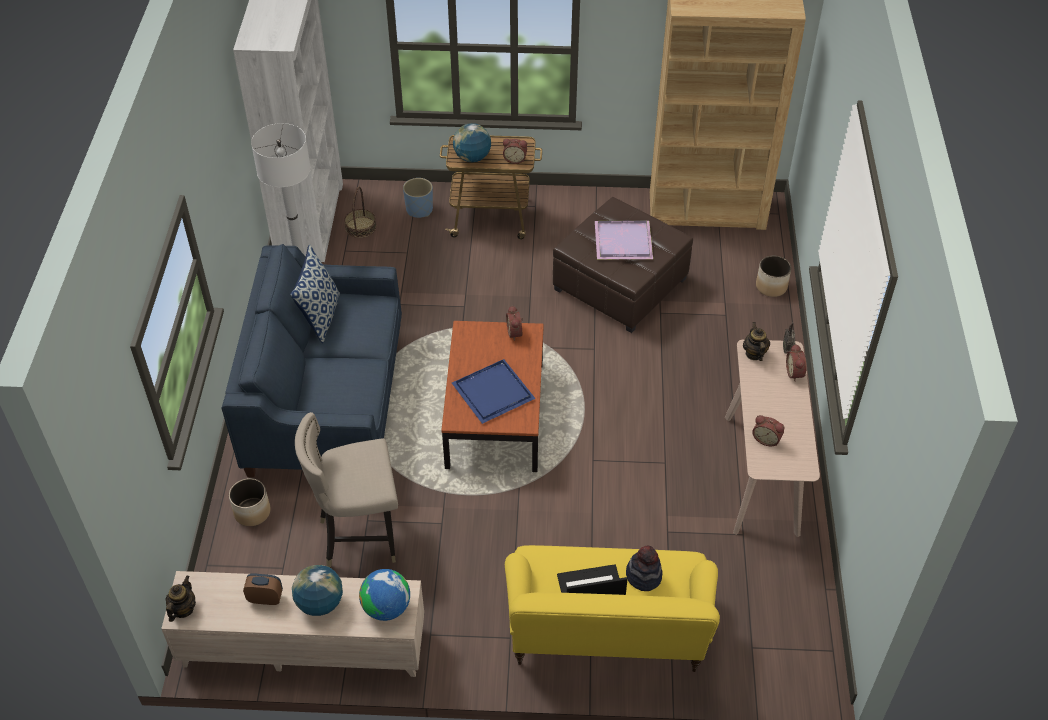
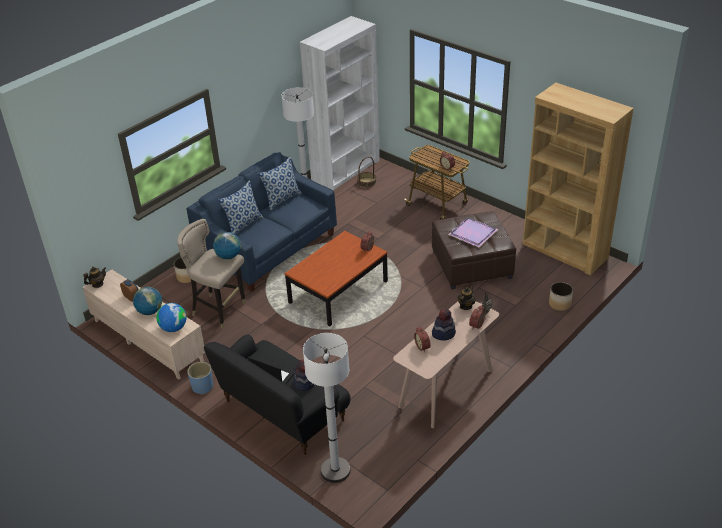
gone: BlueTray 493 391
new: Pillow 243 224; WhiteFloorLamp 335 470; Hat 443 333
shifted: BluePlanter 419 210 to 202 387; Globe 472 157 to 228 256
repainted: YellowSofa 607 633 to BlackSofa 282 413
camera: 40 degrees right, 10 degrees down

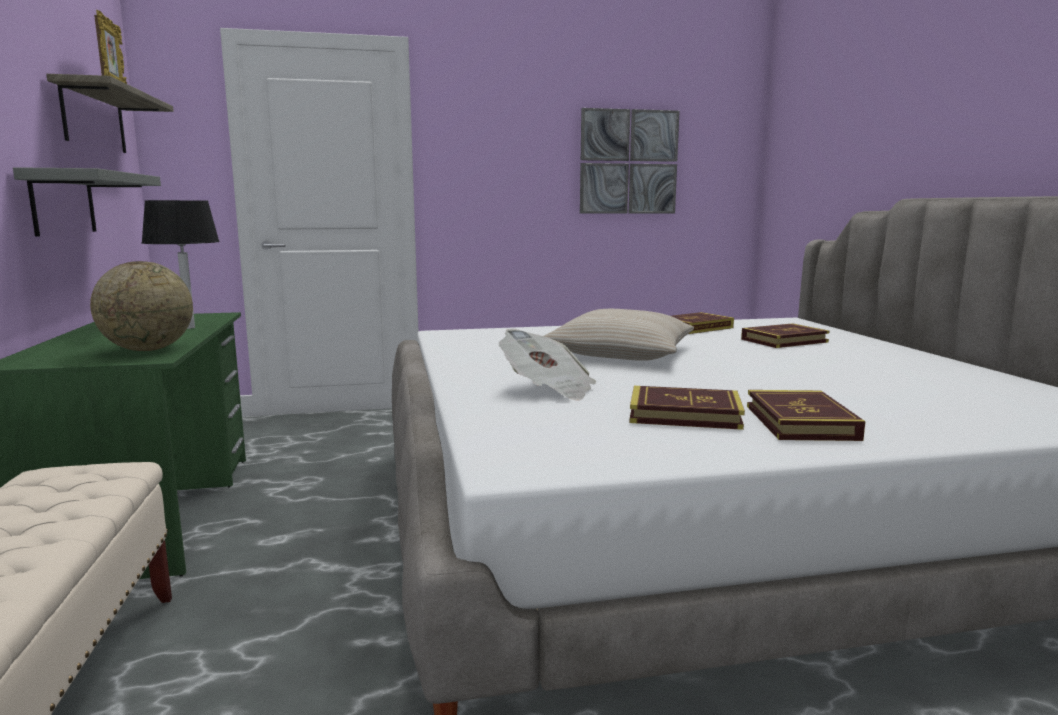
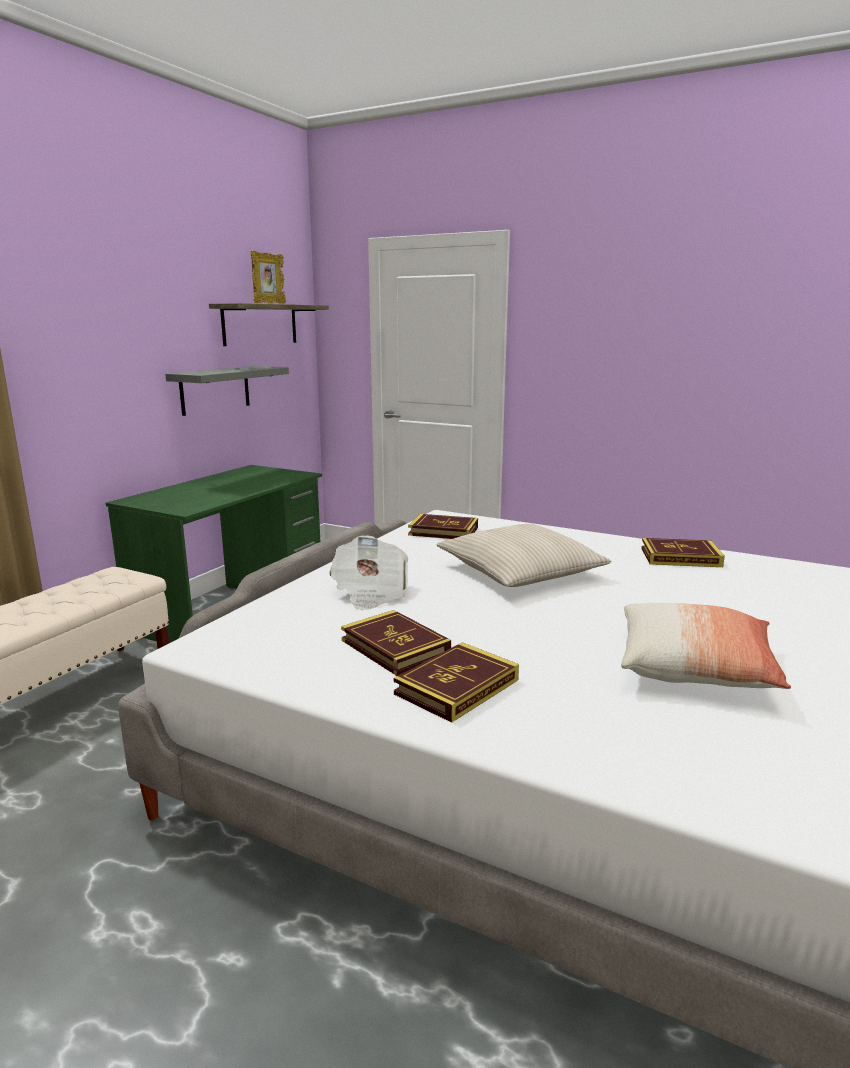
gone: Globe 148 350; BlackTableLamp 190 328; Picture 628 162
new: Pillow 695 668
shifted: Book 784 340 to 443 531
camera: 40 degrees right, 5 degrees up

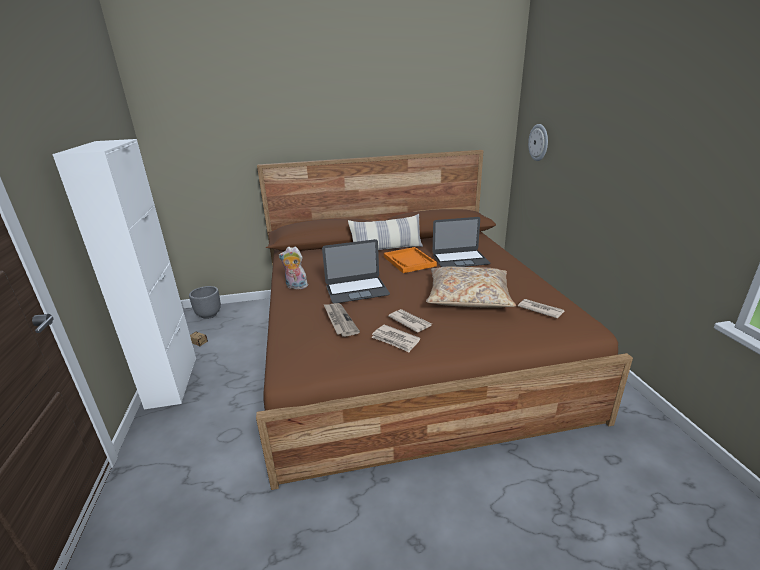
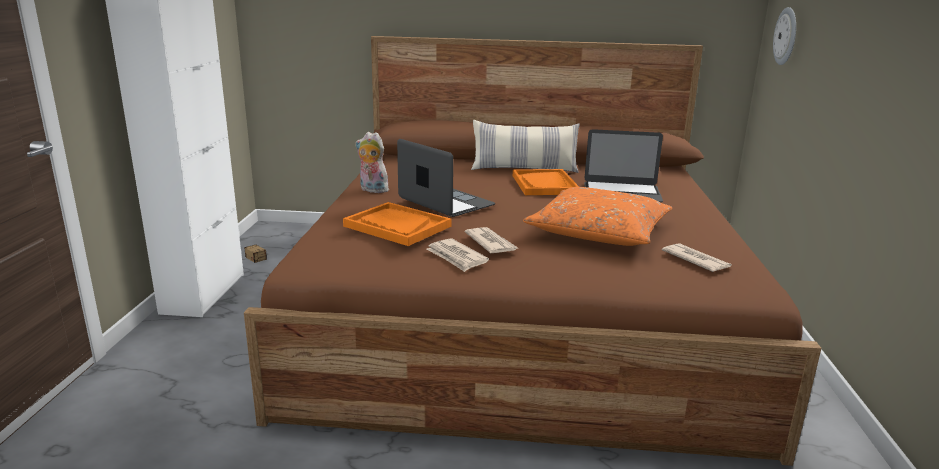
gone: GreyPlanter 209 315
swapped: Newspaper 339 320 to OrangeTray 397 226
repainted: BeigePillow 468 297 to OrangePillow 598 232
rotated: Laptop 357 290 = 445 202 135 degrees counterclockwise
camera: 15 degrees right, 5 degrees down

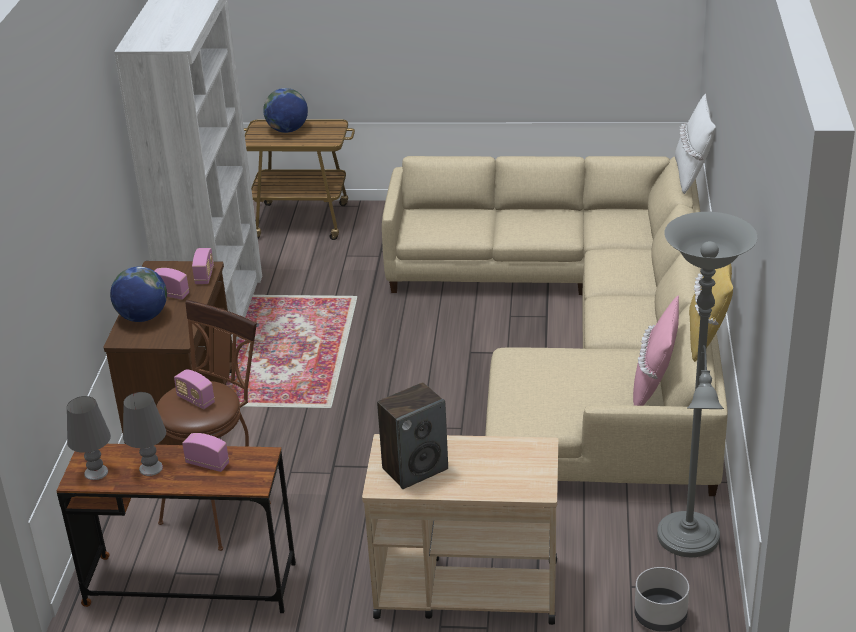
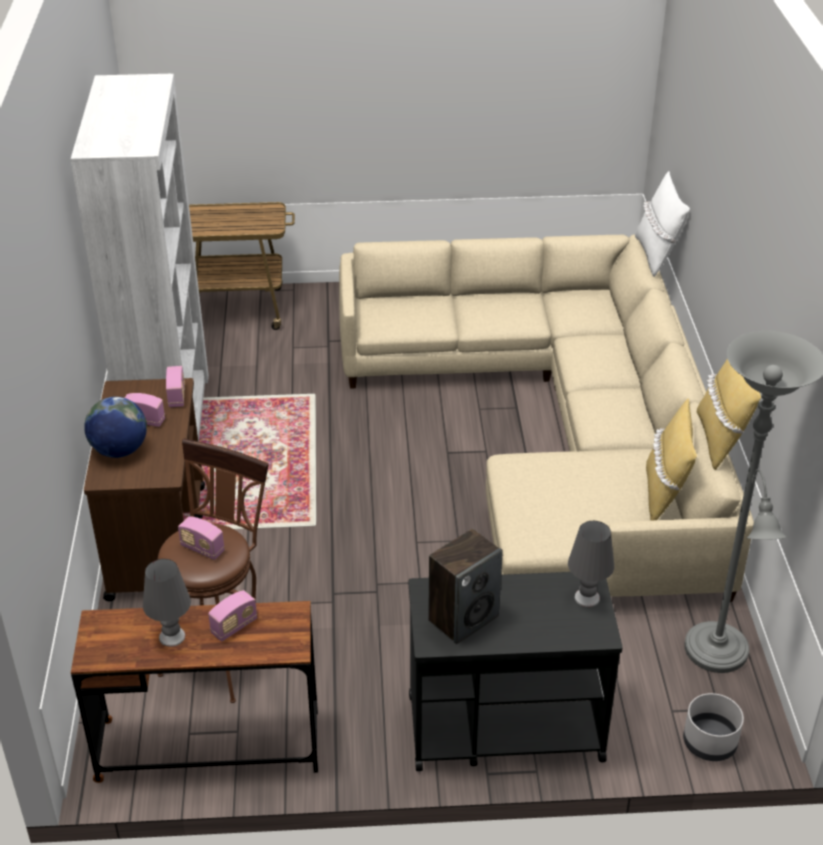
gone: Globe 287 130
shifted: GreyTableLamp 96 472 to 586 597
repainted: BeigeCart 465 588 to BlackCart 503 727; PinkPillow 654 387 to YellowPillow 664 493
rotated: Radio 207 463 = 234 627 120 degrees clockwise
camera: 10 degrees left, 5 degrees up

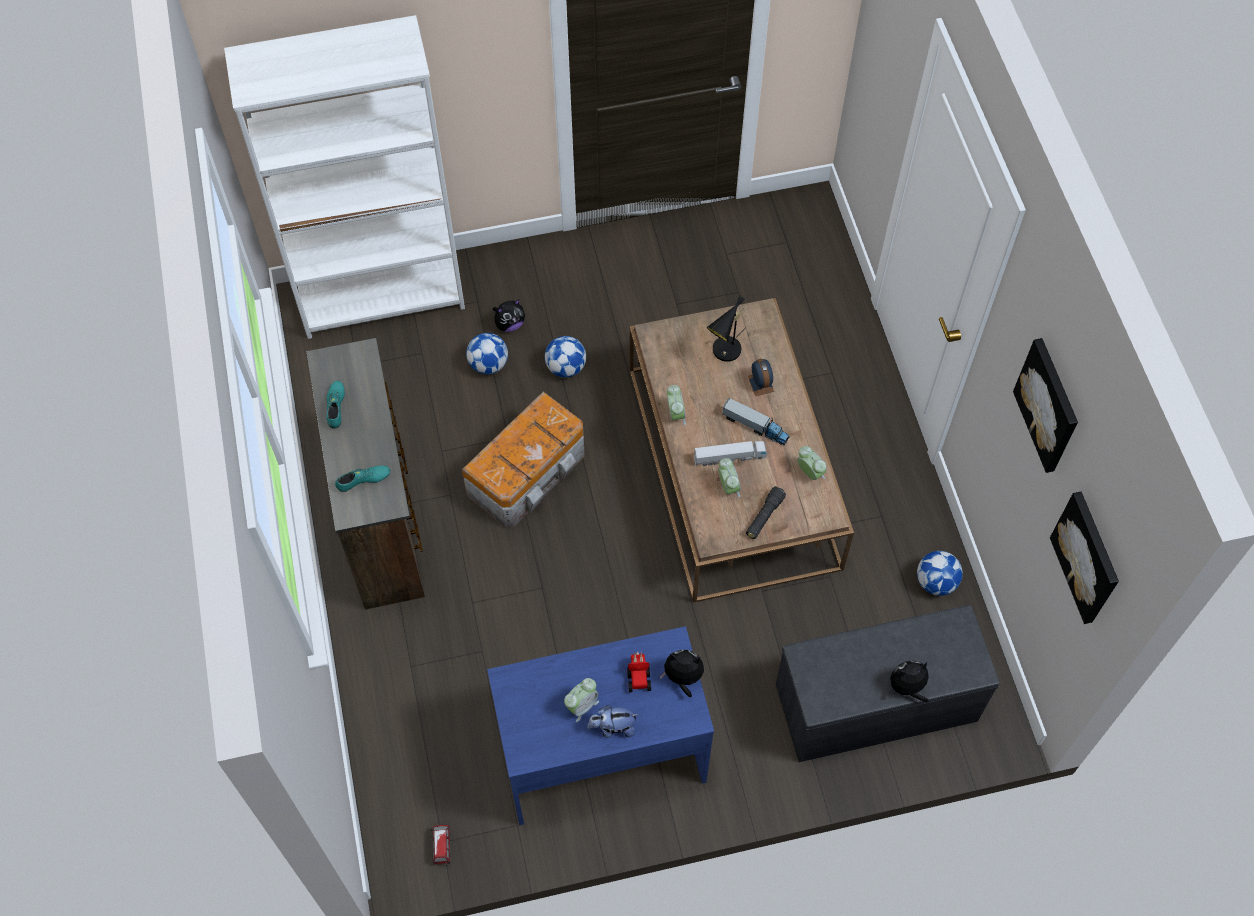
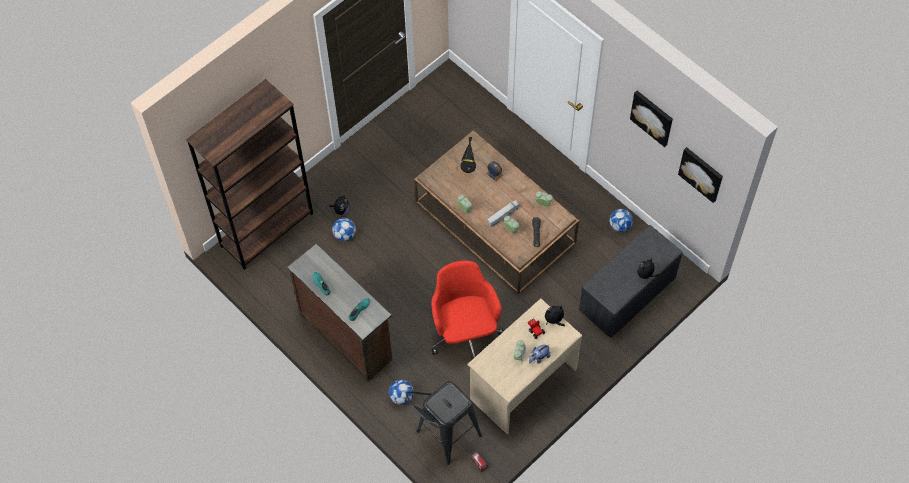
gone: StorageBox 529 473; ToyTruck 755 426
new: BlackStool 443 438; RedOfficeChair 464 332
shifted: Football 566 367 to 401 396
repainted: WhiteBookcase 382 297 to BrownBookcase 267 229; BlueDesk 601 754 to BeigeDesk 522 383
camera: 30 degrees left, 0 degrees up

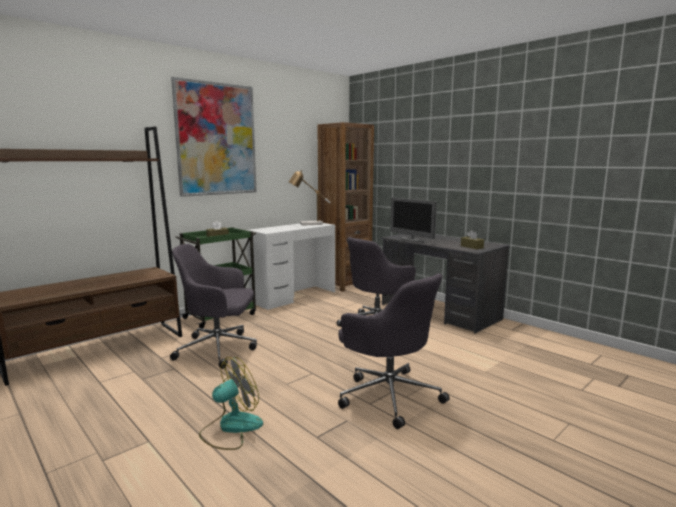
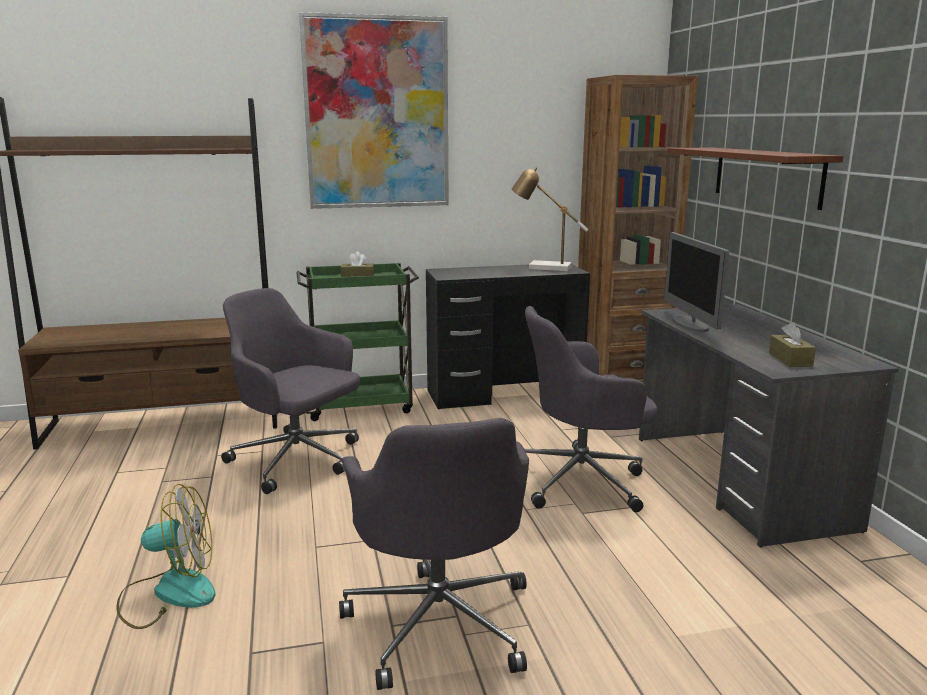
new: BrownShelf 766 175
repainted: WhiteDesk 294 297 to BlackDesk 504 393
camera: 30 degrees right, 5 degrees up

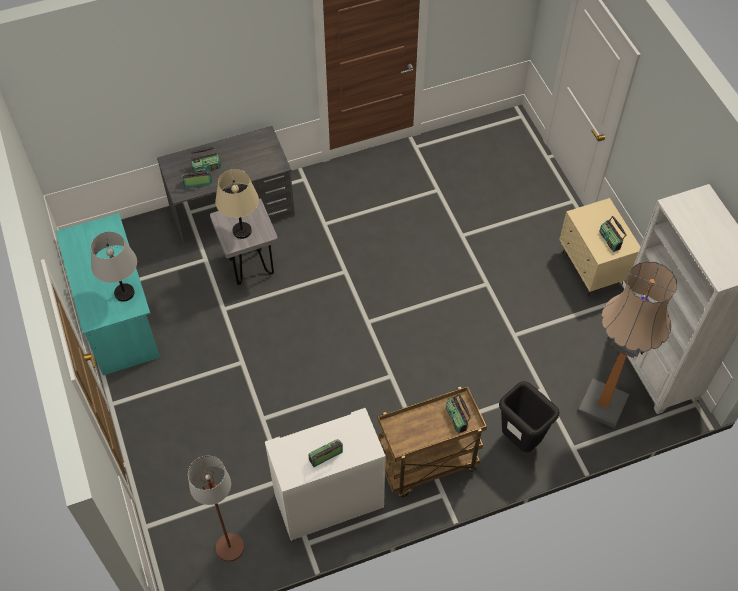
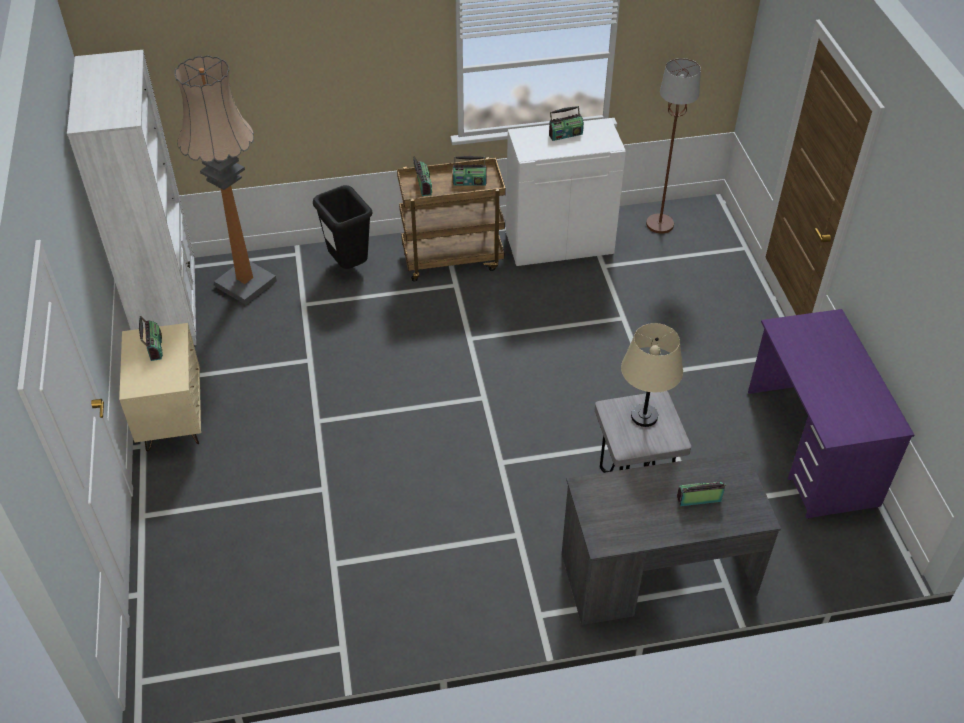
gone: GreyTableLamp 124 293
shifted: Radio 198 183 to 469 181
repainted: TurquoiseDesk 117 316 to PurpleDesk 811 447
camera: 170 degrees left, 10 degrees down

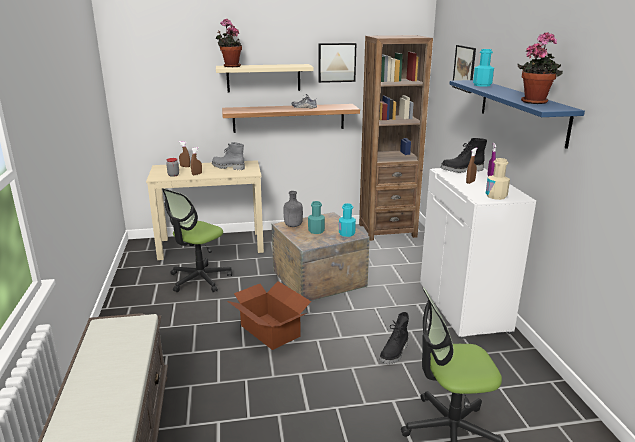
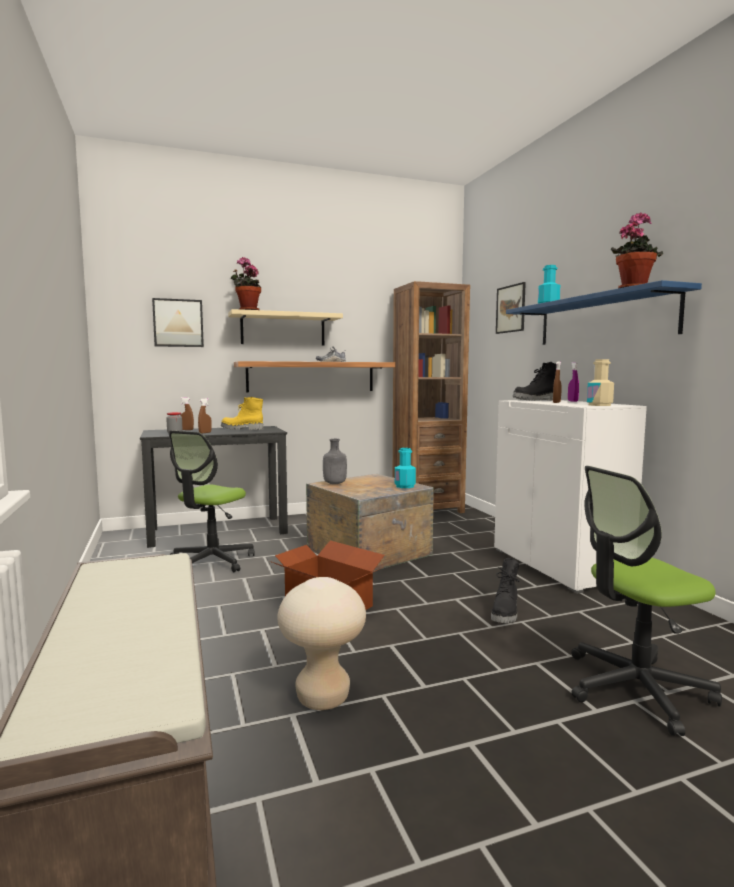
gone: TurquoiseBottle 316 231
new: BeigeStool 323 698
shifted: Picture 336 62 to 178 323
repainted: BeigeDesk 212 245 to BlackDesk 218 531; GreyBoot 227 167 to YellowBoot 241 429
camera: 10 degrees left, 15 degrees down

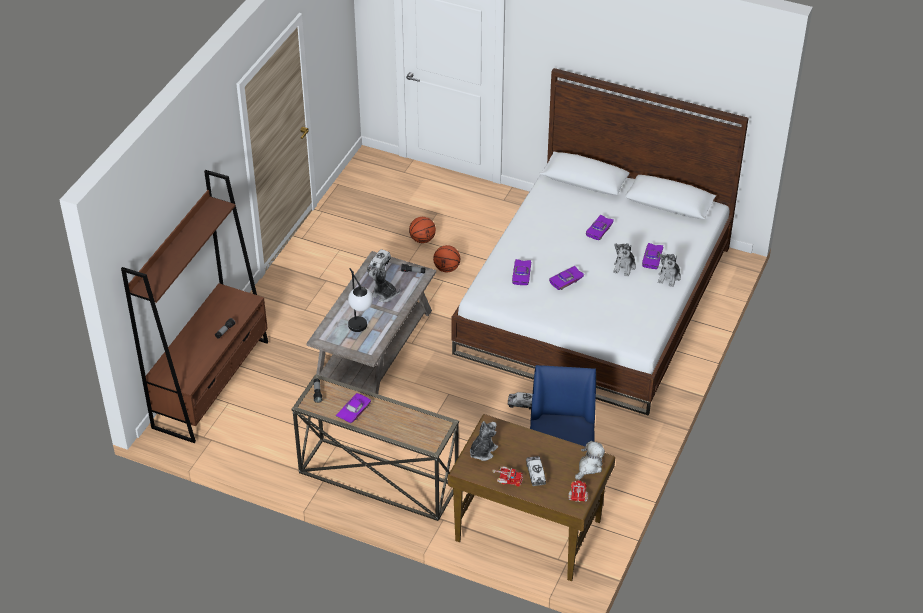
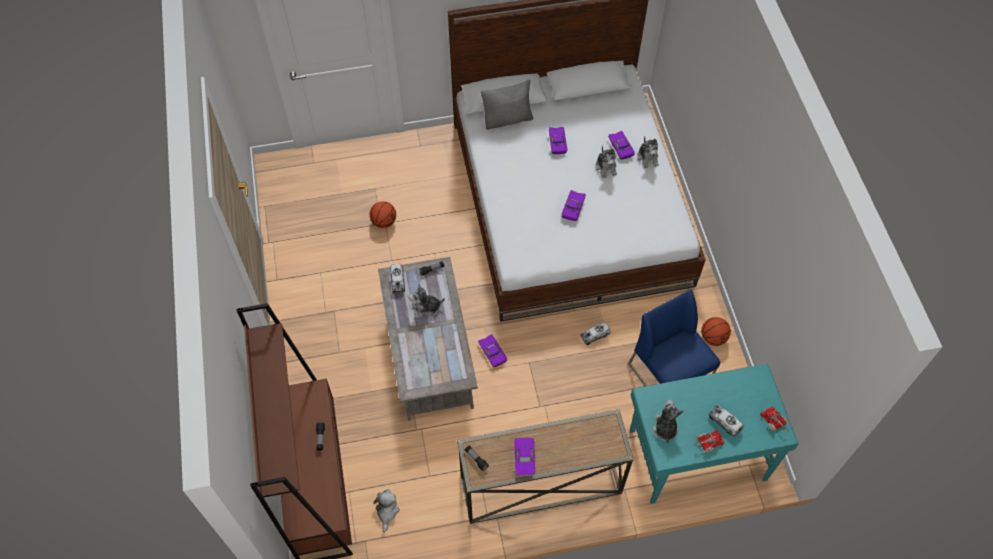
gone: TableLamp 360 330
new: GreyPillow 508 119
shifted: Basketball 447 268 to 713 337; PurpleToyCar 522 275 to 493 352; PlushToy 589 466 to 387 511
repainted: BrownDesk 528 529 to TurquoiseDesk 696 454
camera: 35 degrees left, 15 degrees up

